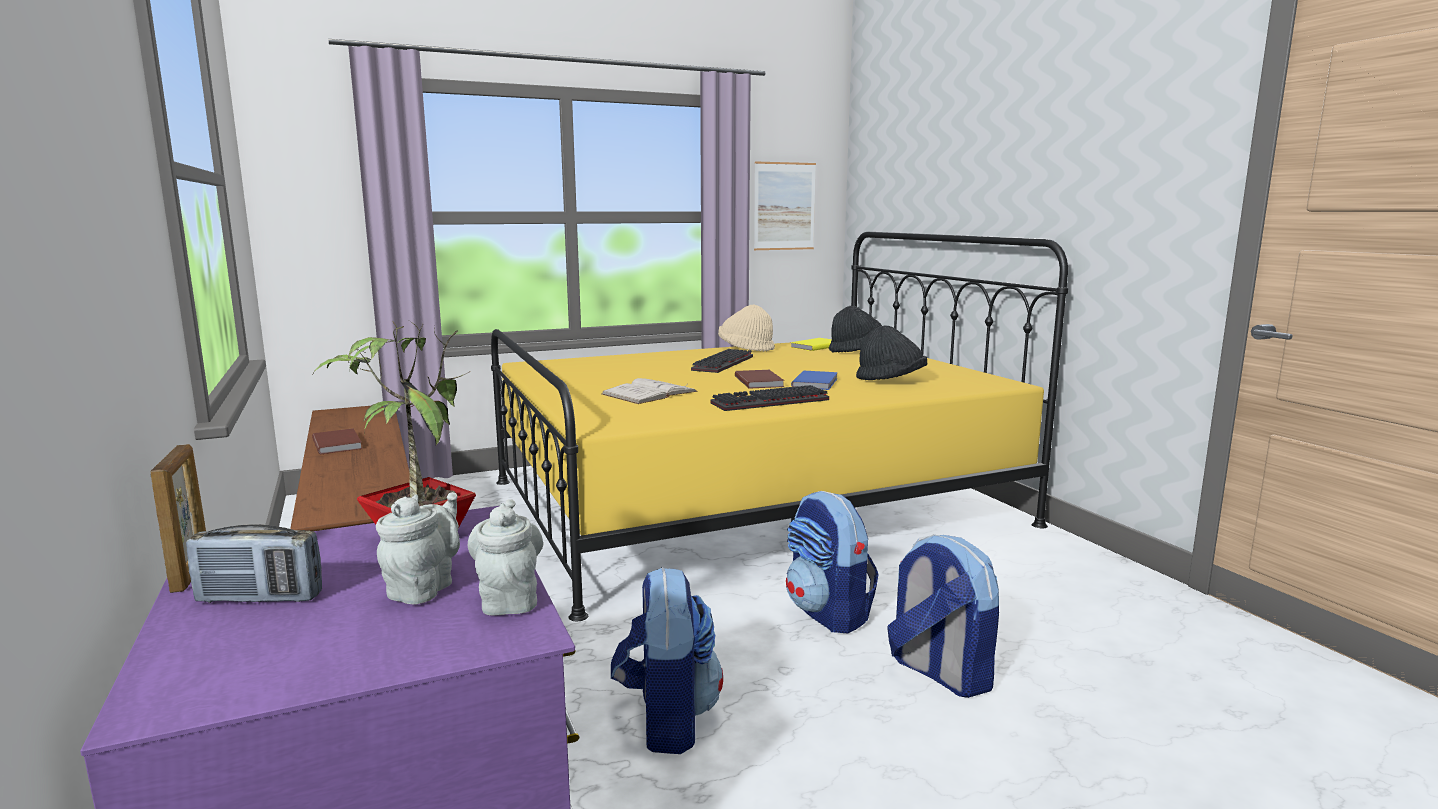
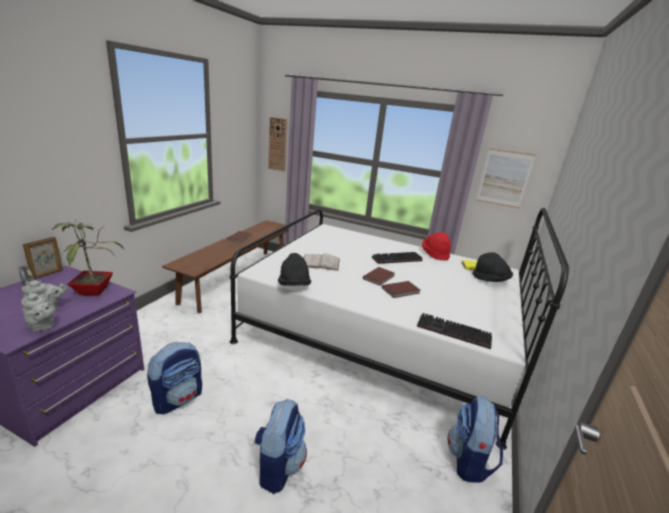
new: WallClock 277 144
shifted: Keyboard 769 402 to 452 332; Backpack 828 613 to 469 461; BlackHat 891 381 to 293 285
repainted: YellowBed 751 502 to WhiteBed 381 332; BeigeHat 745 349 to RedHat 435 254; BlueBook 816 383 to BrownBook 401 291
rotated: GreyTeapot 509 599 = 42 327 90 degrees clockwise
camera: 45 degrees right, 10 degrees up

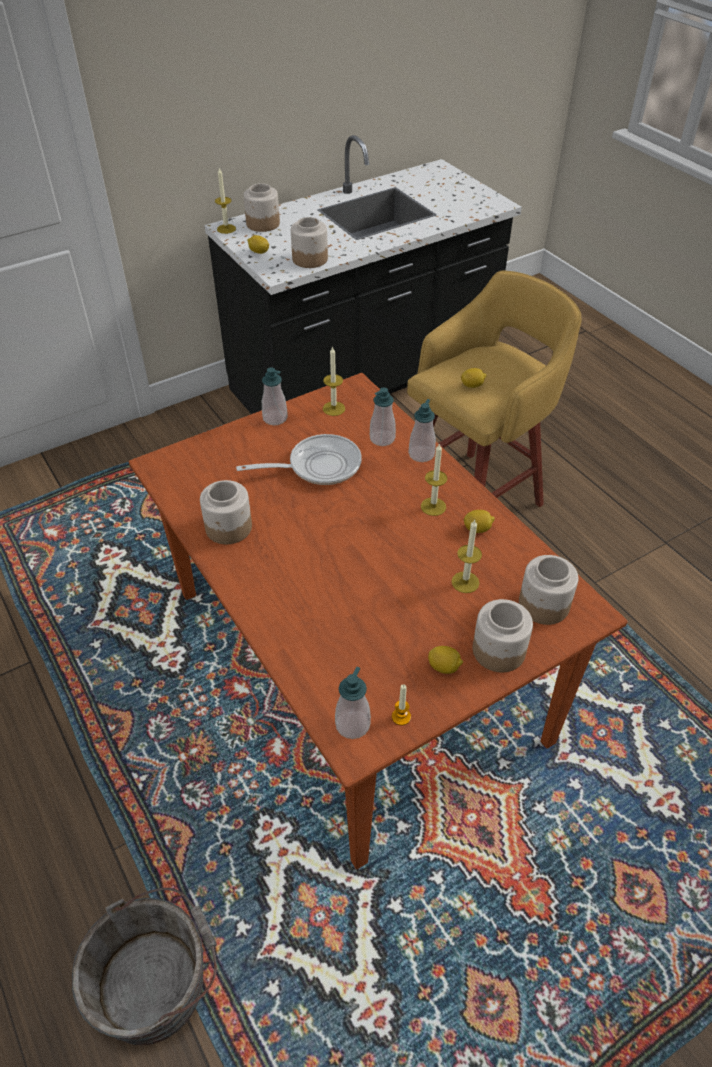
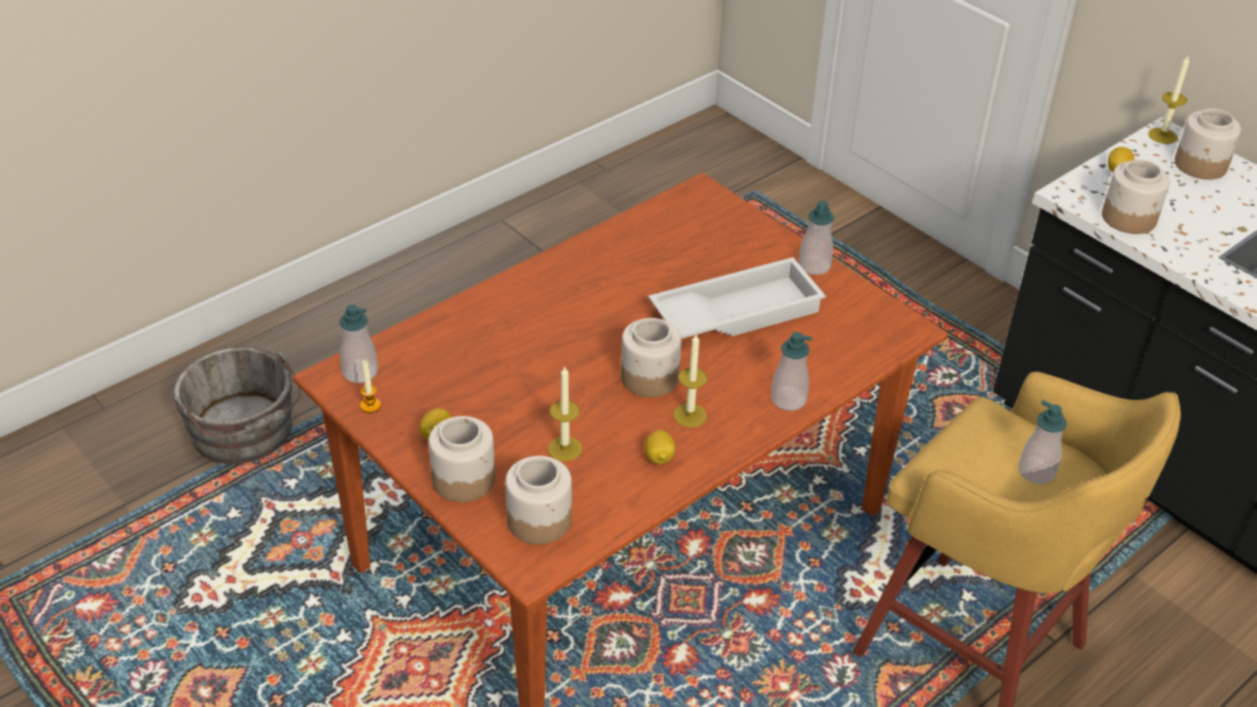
gone: Candle 333 408; Lemon 472 385
shifted: Jar 229 528 to 649 378; SoapDispenser 382 438 to 1036 472
swapped: FryingPan 318 466 to WhiteTray 736 311
camera: 80 degrees right, 5 degrees down

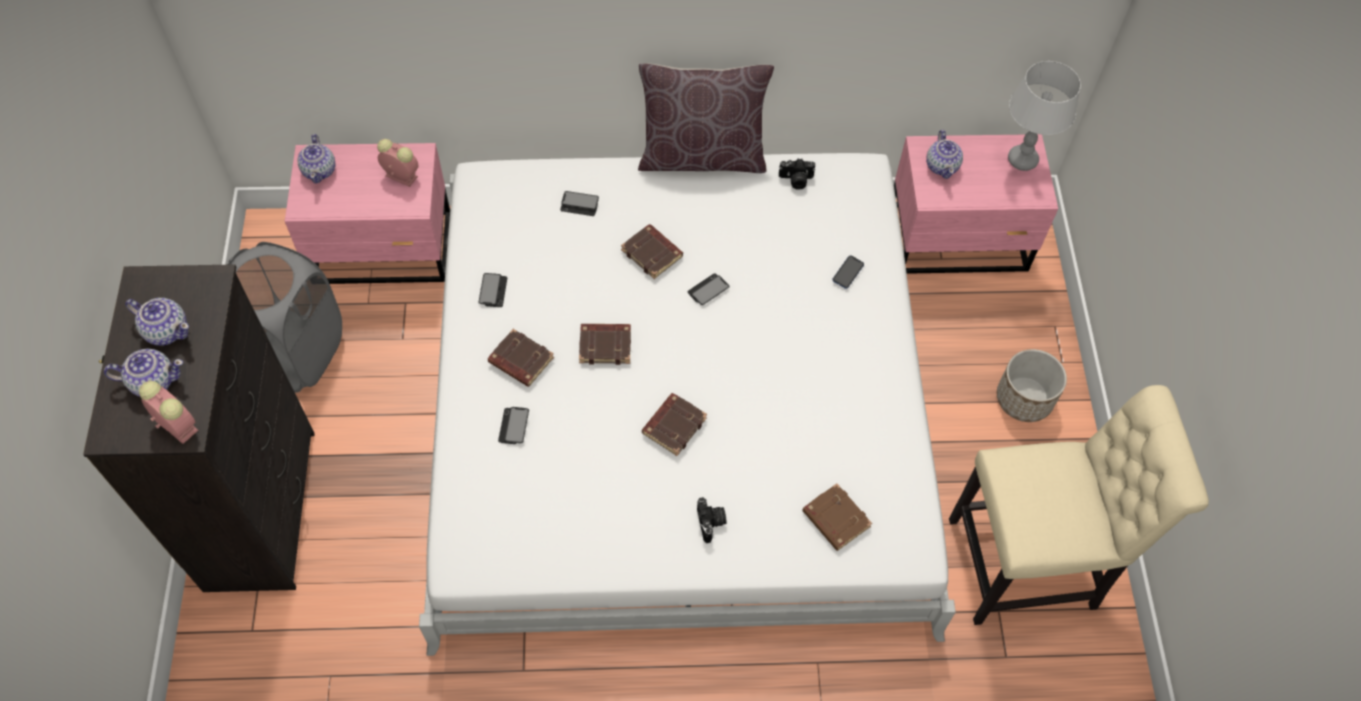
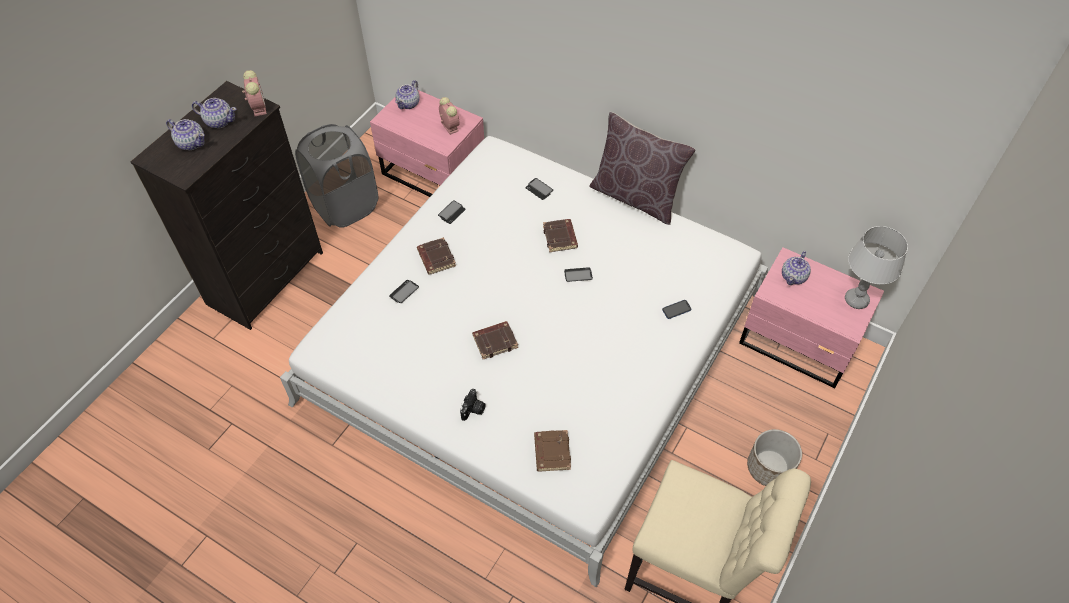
gone: BrownBook 606 345; PhotoCamera 796 180
shifted: AlarmClock 176 425 to 258 106
rotated: Teapot 166 330 = 219 121 45 degrees counterclockwise
camera: 35 degrees right, 5 degrees down

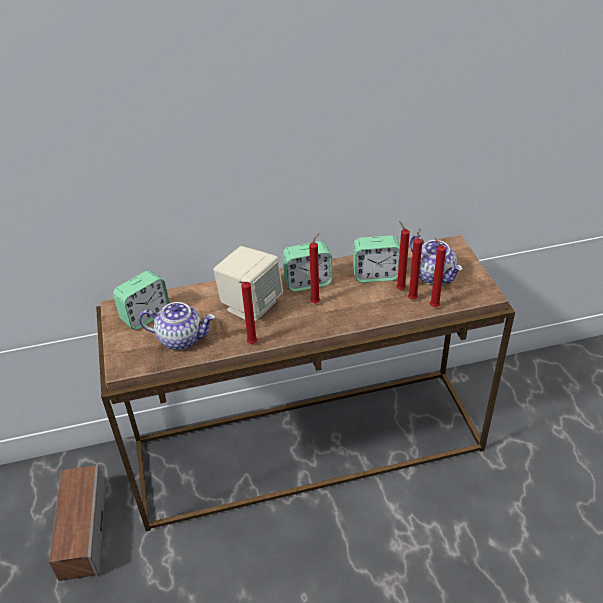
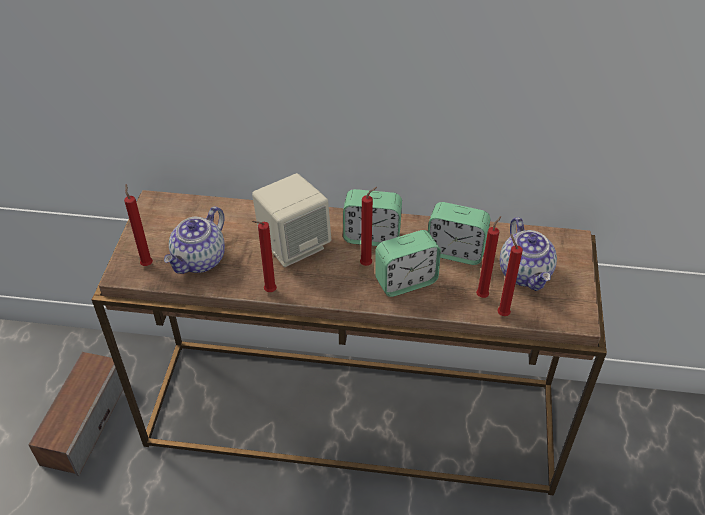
shifted: AlarmClock 145 316 to 406 281; RedCandle 399 289 to 147 263
rotated: Teapot 181 338 = 200 260 90 degrees clockwise
camera: 20 degrees right, 5 degrees up

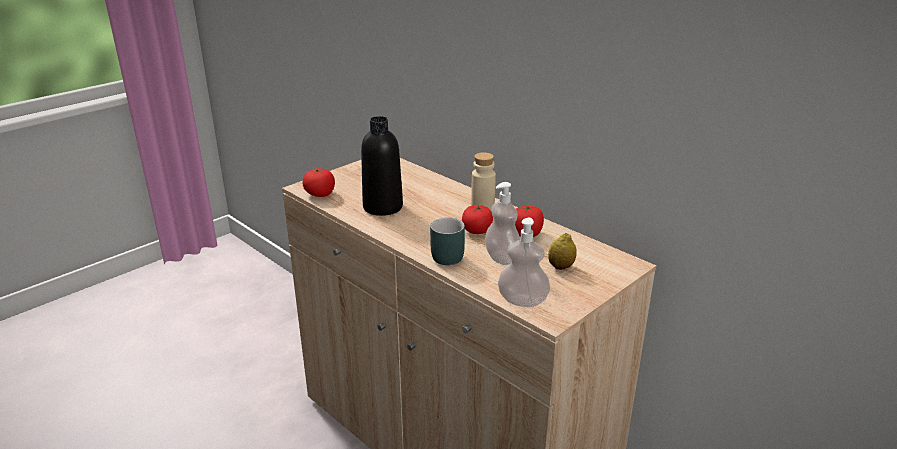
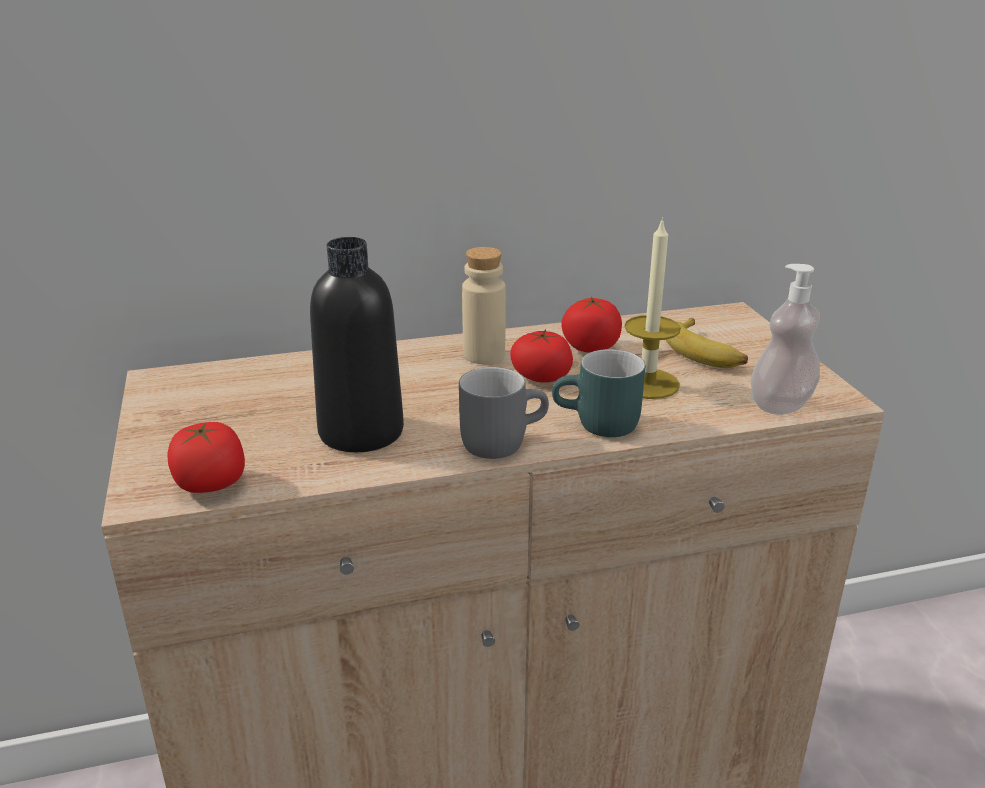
new: GreyMug 500 440
swapped: SoapDispenser 502 258 to Candle 647 383; Lemon 561 267 to Banana 705 353
camera: 60 degrees left, 0 degrees up

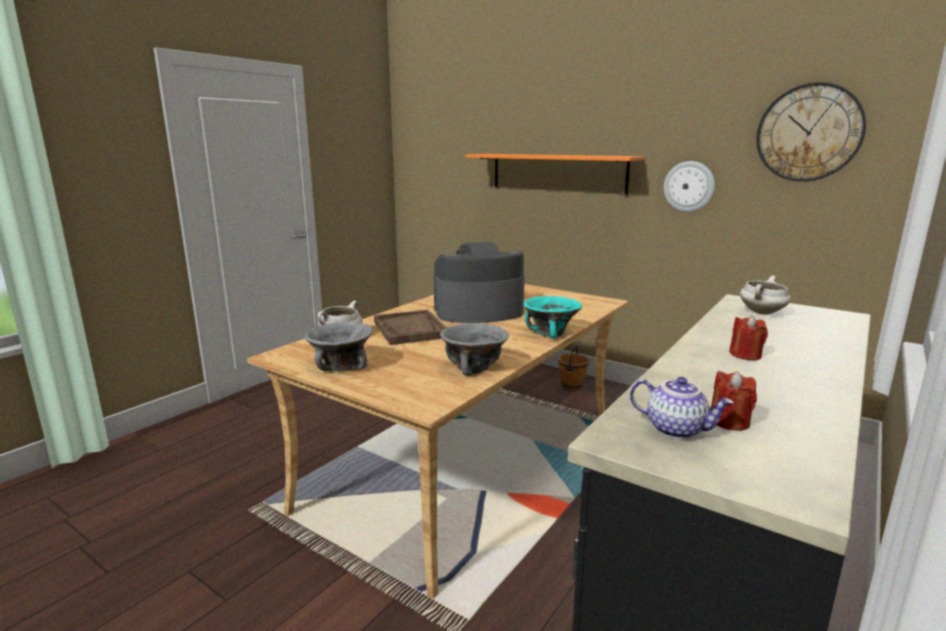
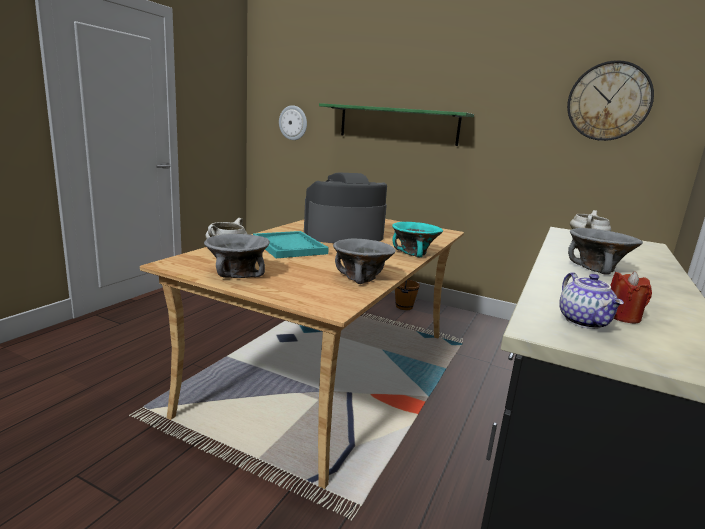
shifted: WallClock 689 186 to 293 123
swapped: RedCandle 745 355 to GreyBowl 597 268
repainted: BrownTray 410 329 to TurquoiseTray 289 246; OrangeShelf 557 173 to GreenShelf 398 125
rotated: Teapot 676 429 = 585 322 60 degrees clockwise
camera: 10 degrees left, 0 degrees up

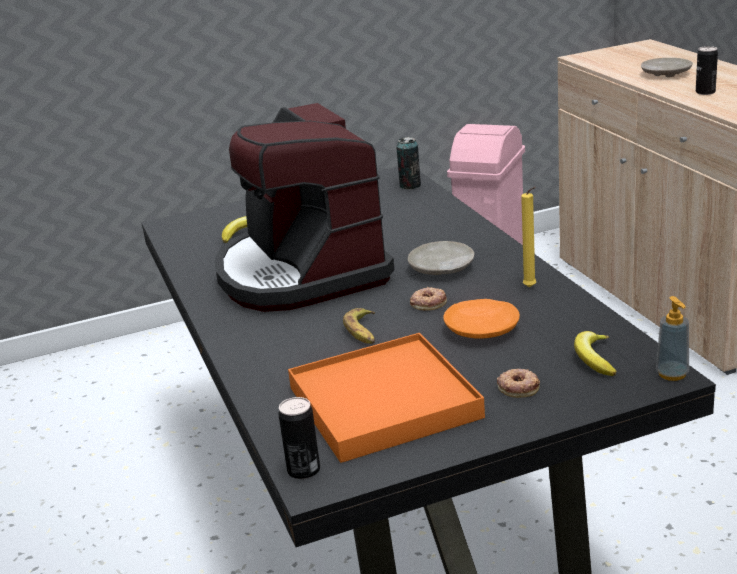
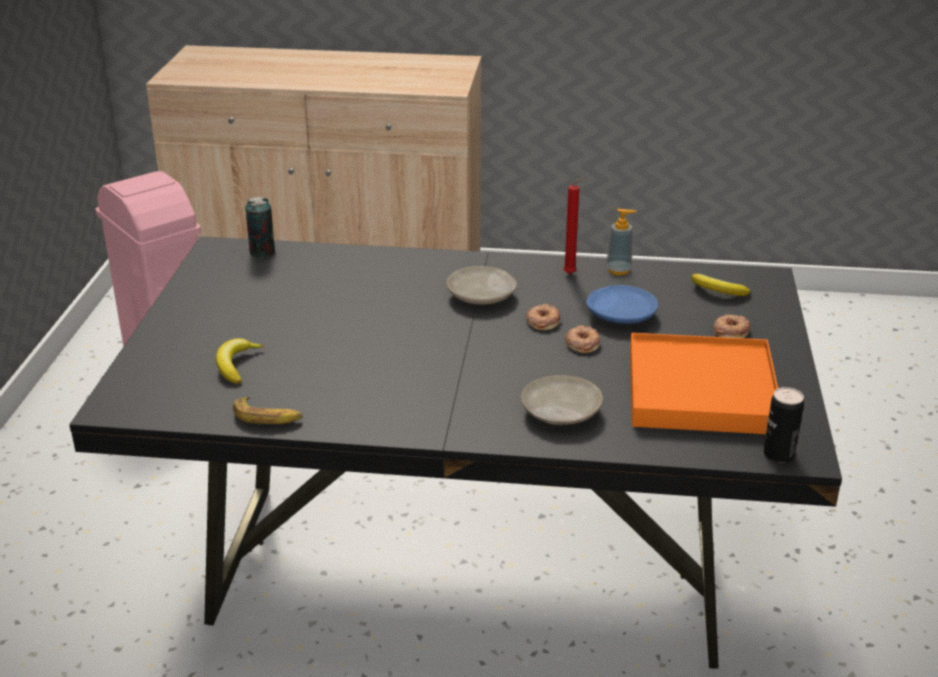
gone: CoffeeMachine 301 272; Can 705 92
new: Donut 582 343
shifted: Banana 363 332 to 267 417; BeigePlate 665 74 to 560 412; SoapDispenser 672 374 to 618 270
repainted: OrangePlate 482 329 to BluePlate 621 315; YellowCandle 531 288 to RedCandle 571 274
camera: 65 degrees left, 5 degrees up

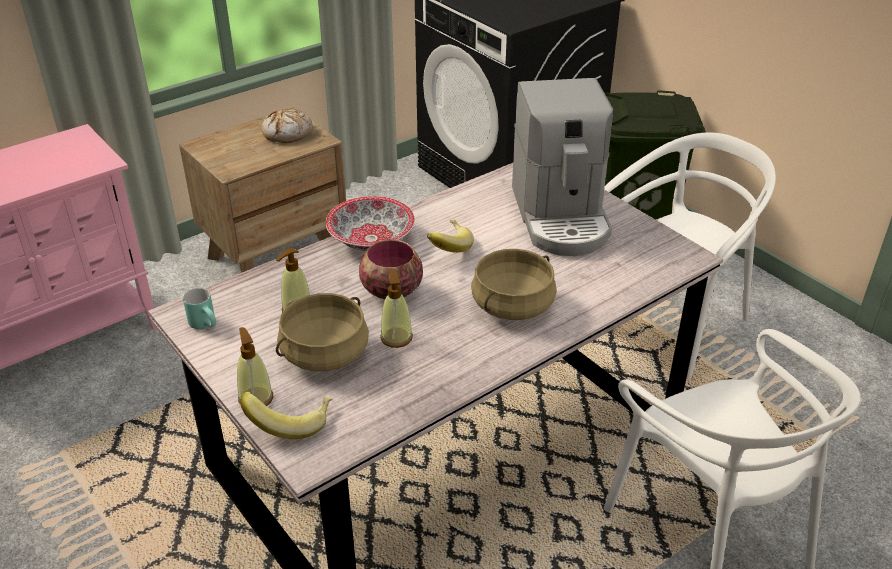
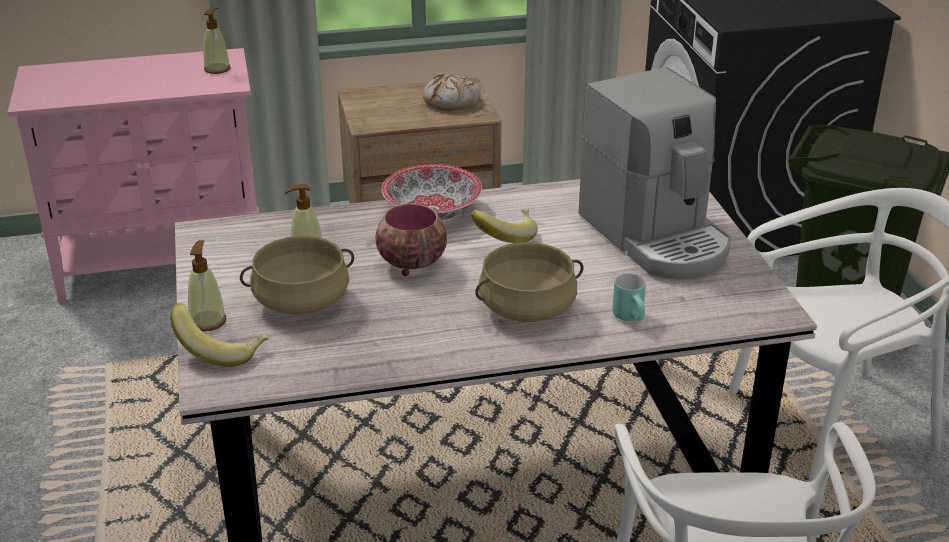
shifted: TurquoiseMug 207 324 to 632 317; SoapDispenser 396 337 to 217 69
rotated: CoffeeMachine 561 217 = 656 237 45 degrees counterclockwise
camera: 25 degrees right, 5 degrees down

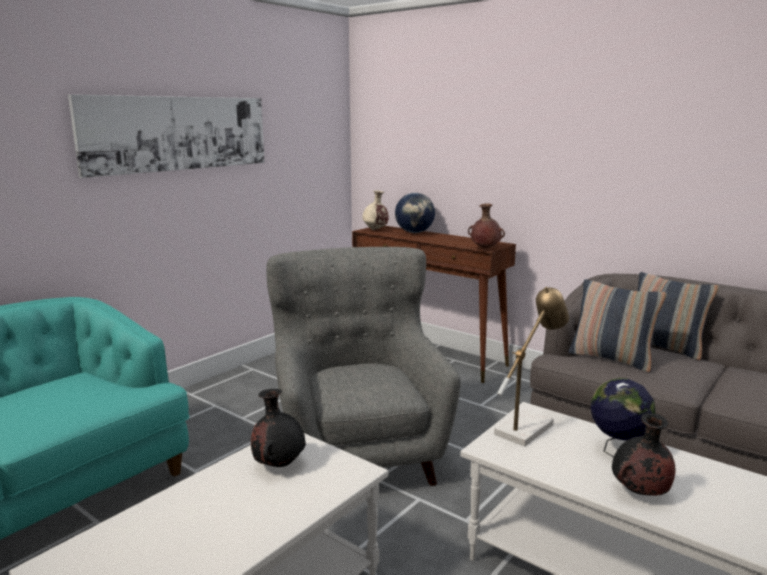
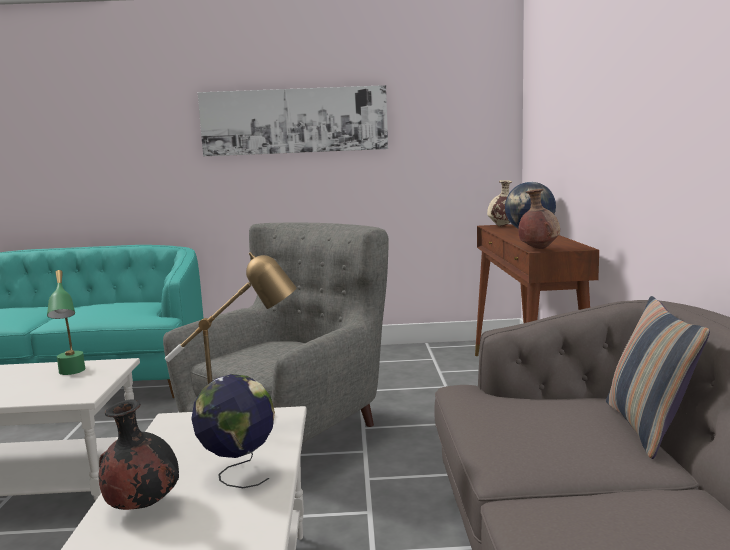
gone: Pillow 611 359
swapped: BlackVase 279 464 to GreenTableLamp 71 374
camera: 50 degrees right, 5 degrees down

